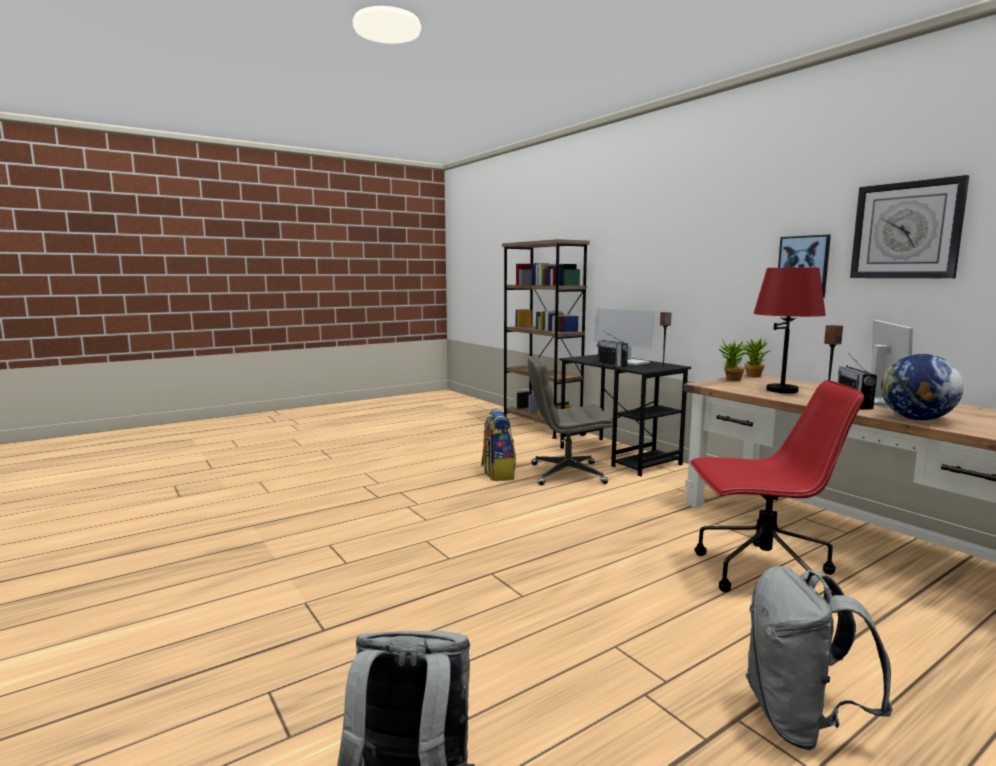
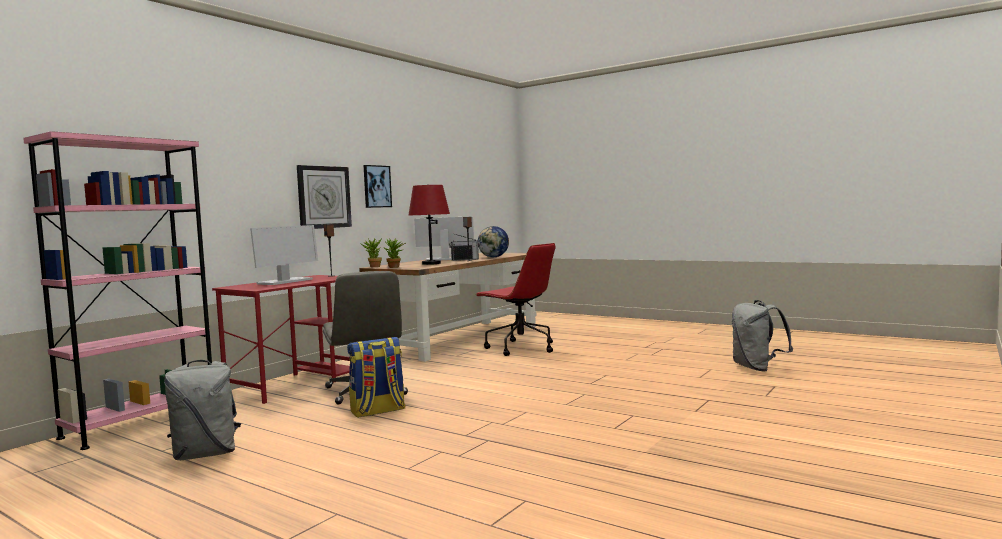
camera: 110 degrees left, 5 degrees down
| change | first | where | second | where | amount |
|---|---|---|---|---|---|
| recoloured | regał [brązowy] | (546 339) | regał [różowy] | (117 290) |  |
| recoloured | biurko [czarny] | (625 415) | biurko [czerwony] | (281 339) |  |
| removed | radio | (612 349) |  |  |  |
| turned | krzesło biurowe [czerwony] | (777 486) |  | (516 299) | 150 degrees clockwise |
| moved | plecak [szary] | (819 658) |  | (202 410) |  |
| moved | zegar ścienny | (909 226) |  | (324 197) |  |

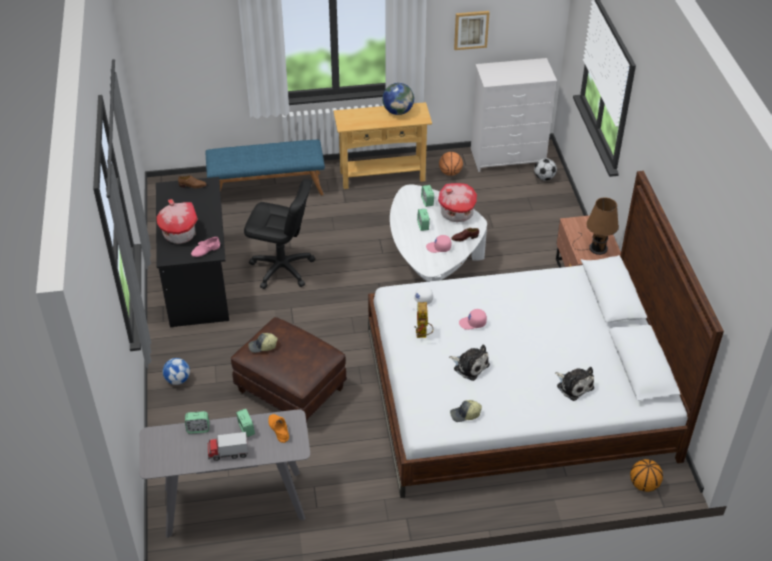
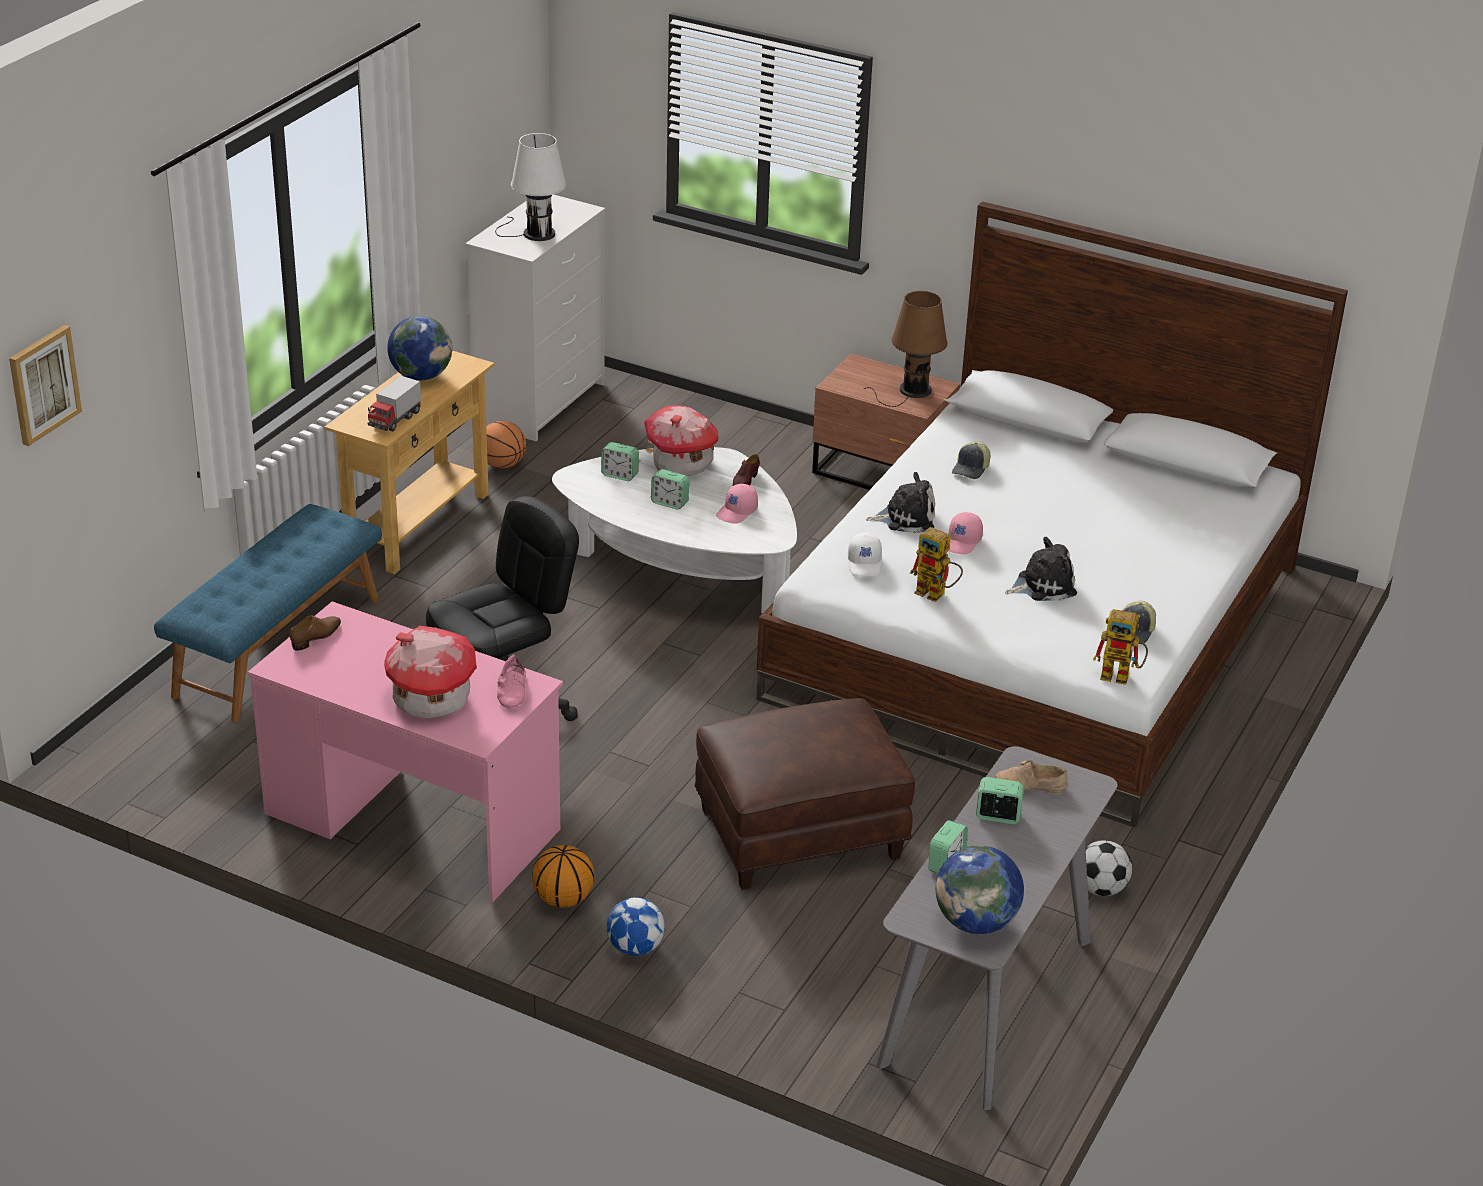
camera: 55 degrees left, 10 degrees down
| change | first | where | second | where | amount |
|---|---|---|---|---|---|
| recoloured | biurko [czarny] | (192 252) | biurko [różowy] | (405 752) |  |
| moved | ciężarówka zabawkowa | (228 446) |  | (394 403) |  |
| moved | czapka z daszkiem | (263 343) |  | (971 460) |  |
| recoloured | but [pomarańczowy] | (278 428) | but [beżowy] | (1031 777) |  |
| moved | obraz | (472 30) |  | (45 385) |  |
| moved | piłka futbolowa | (545 169) |  | (1109 868) |  |
| moved | pluszak | (574 384) |  | (900 502) |  |
| moved | piłka do koszykówki | (646 475) |  | (563 876) |  |
| added |  |  | lampa stołowa [biały] | (530 187) |  |
| added |  |  | globus | (980 889) |  |
| added |  |  | robot zabawkowy | (1120 647) |  |

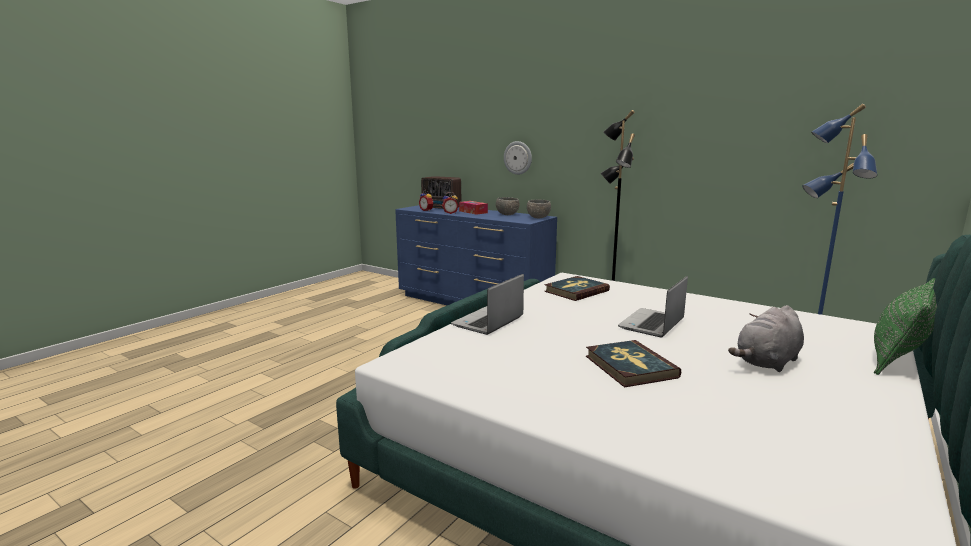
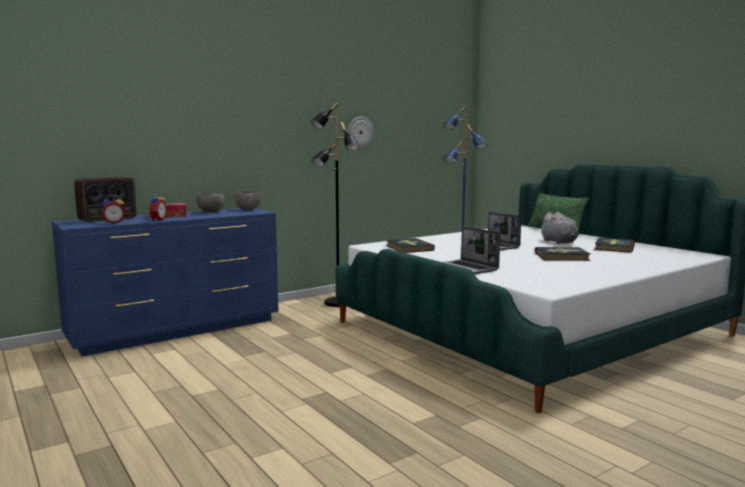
camera: 70 degrees left, 5 degrees down
| change | first | where | second | where | amount |
|---|---|---|---|---|---|
| moved | zegar ścienny | (518 158) |  | (361 132) |  |
| added |  |  | książka | (614 245) |  |

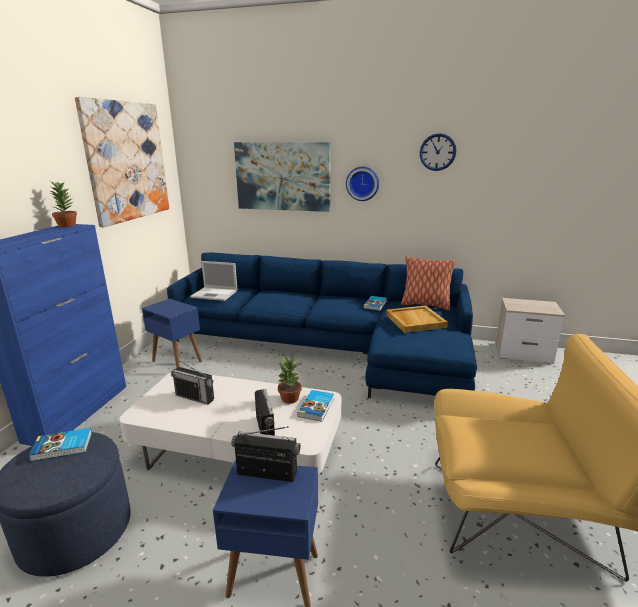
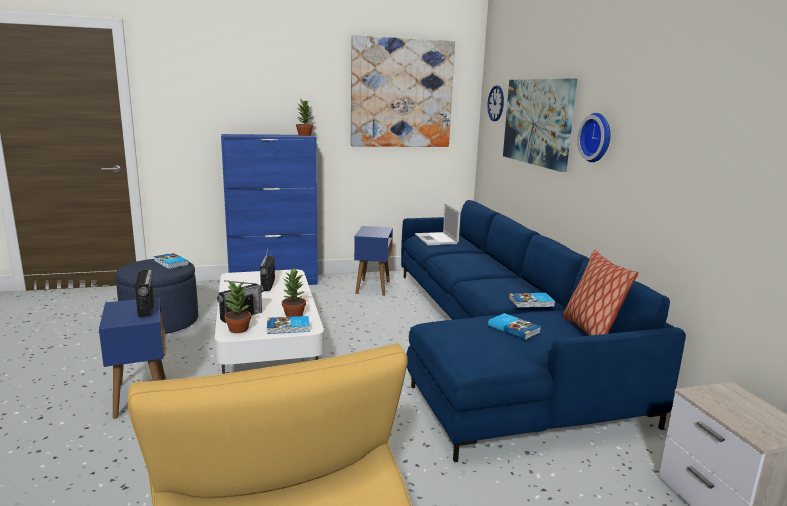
camera: 60 degrees right, 5 degrees down
| change | first | where | second | where | amount |
|---|---|---|---|---|---|
| replaced | taca [beżowy] | (417 319) | książka | (514 326) |  |
| moved | zegar ścienny | (438 152) |  | (495 103) |  |
| added |  |  | roślina doniczkowa | (238 307) |  |

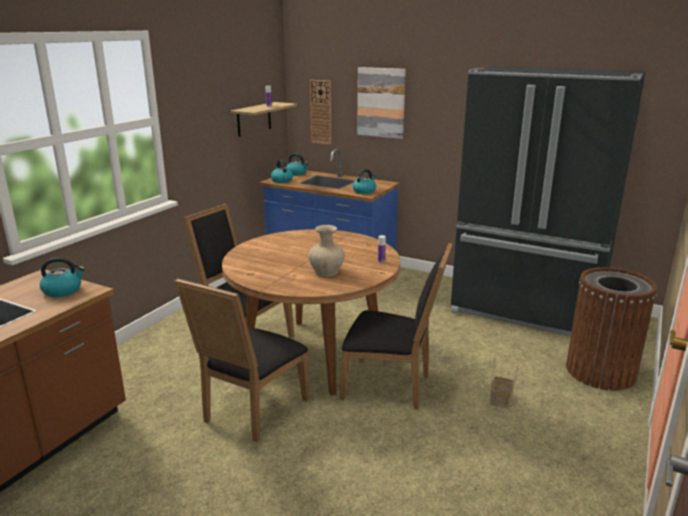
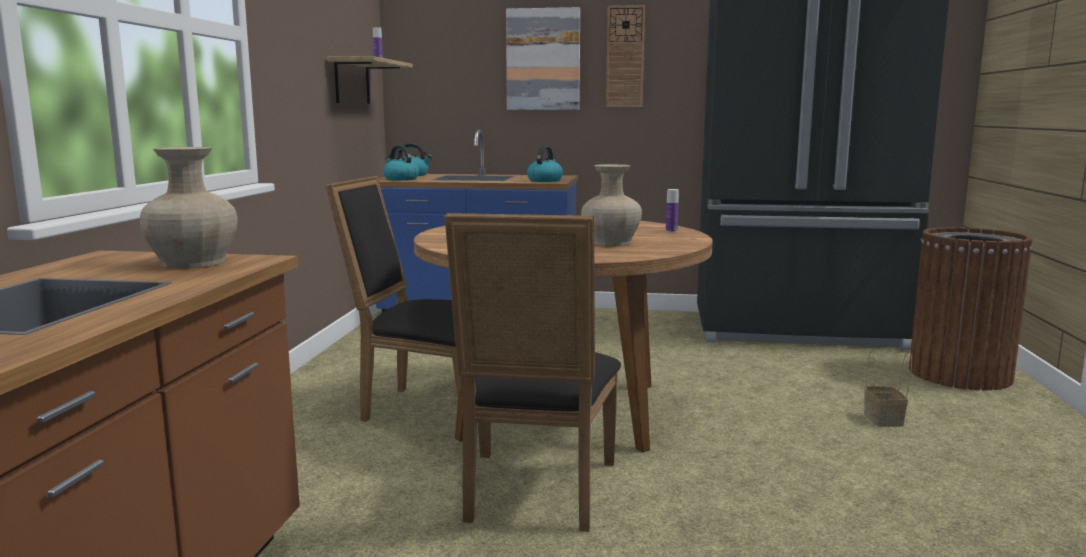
camera: 20 degrees left, 10 degrees down
| change | first | where | second | where | amount |
|---|---|---|---|---|---|
| replaced | czajnik | (62 277) | wazon [beżowy] | (188 208) |  |
| moved | zegar ścienny | (321 112) |  | (625 56) |  |
| removed | krzesło [czarny] | (396 326) |  |  |  |

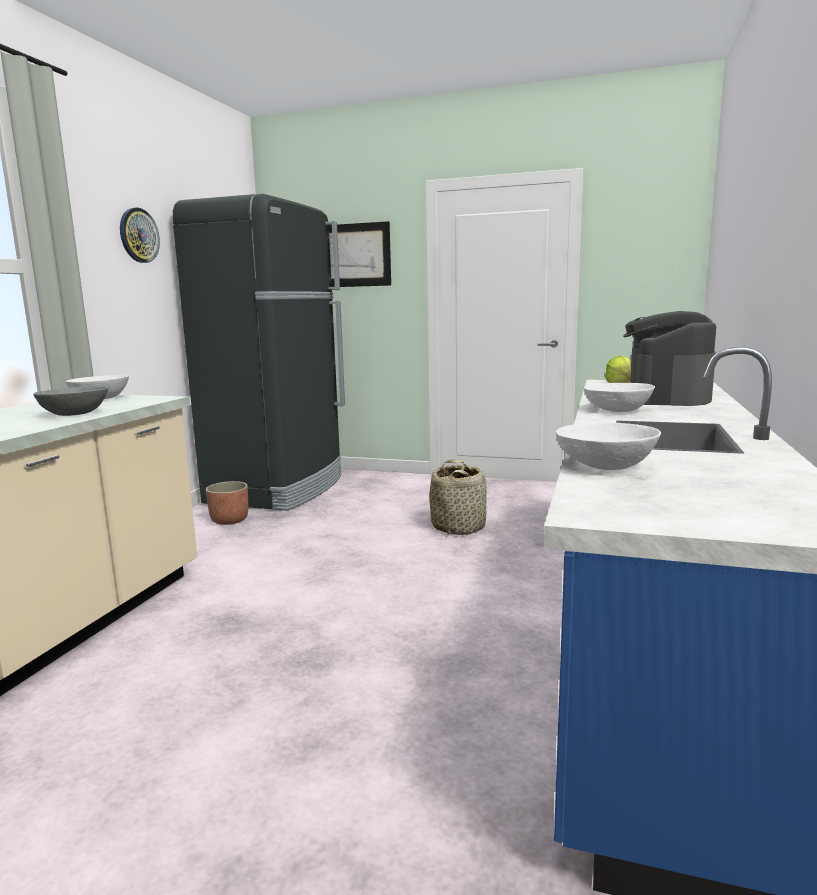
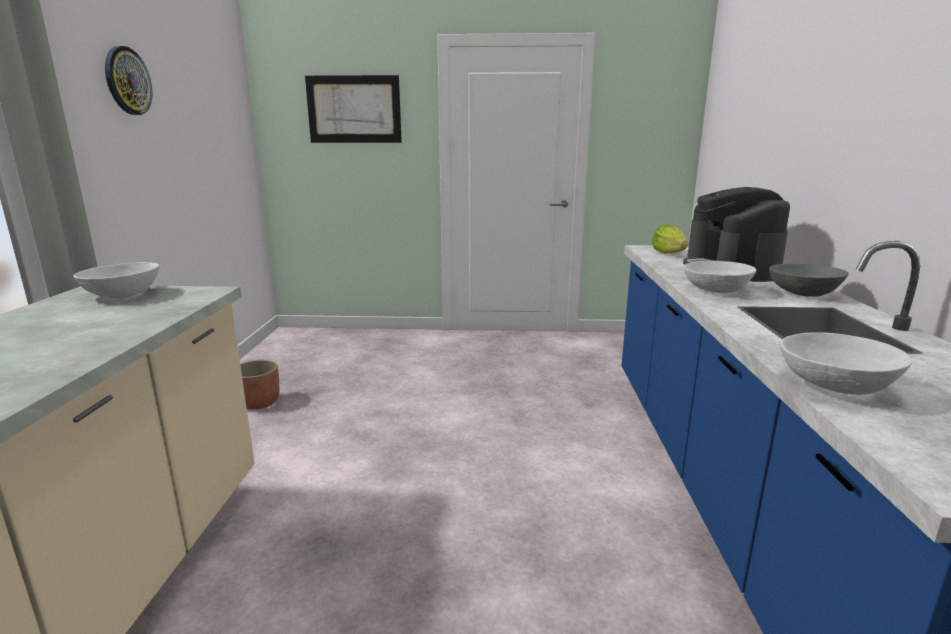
camera: 15 degrees left, 5 degrees up
| change | first | where | second | where | amount |
|---|---|---|---|---|---|
| moved | miska [szary] | (70 401) |  | (809 280) |  |
| removed | lodówka [czarny] | (259 352) |  |  |  |
| removed | koszyk | (458 497) |  |  |  |

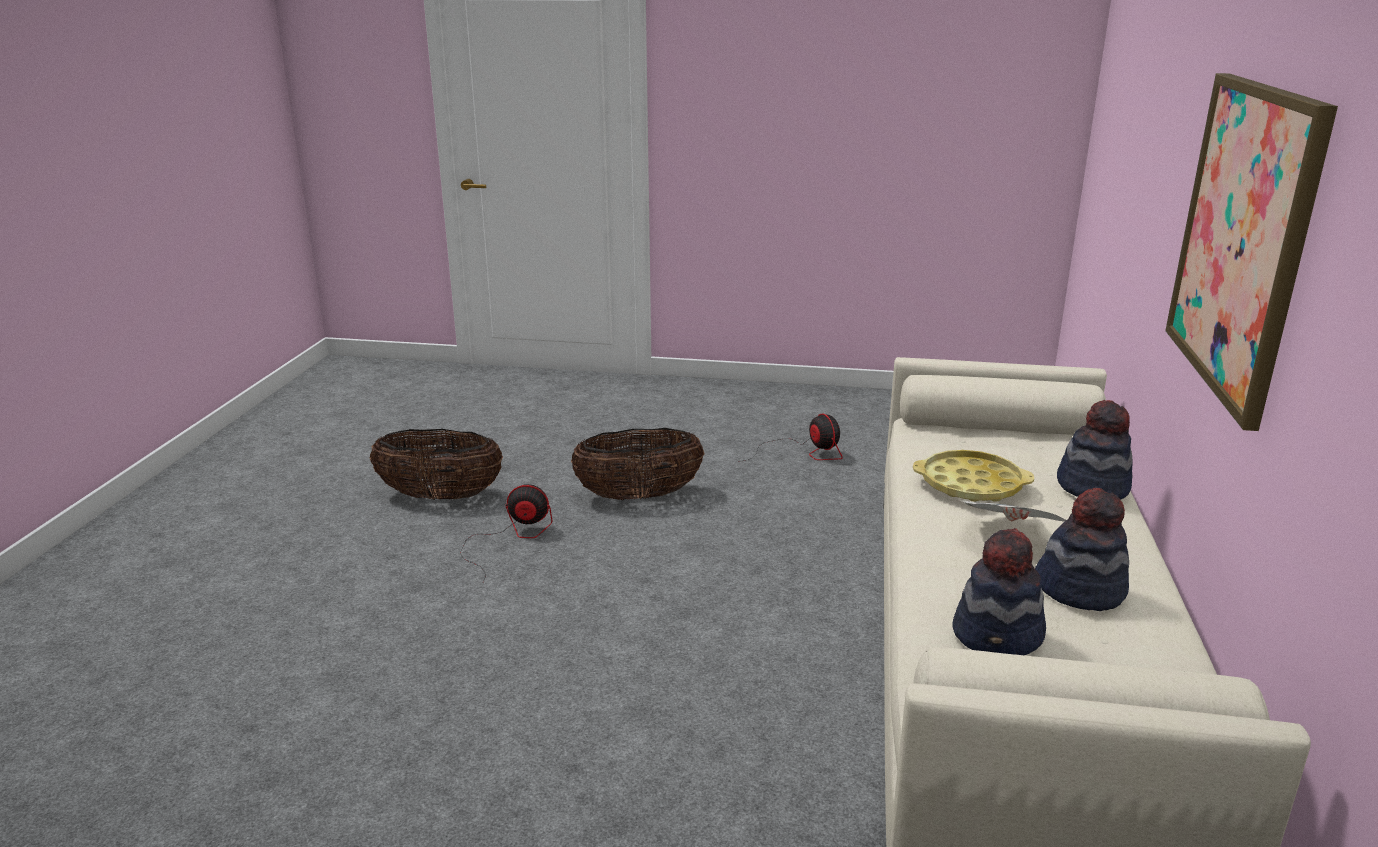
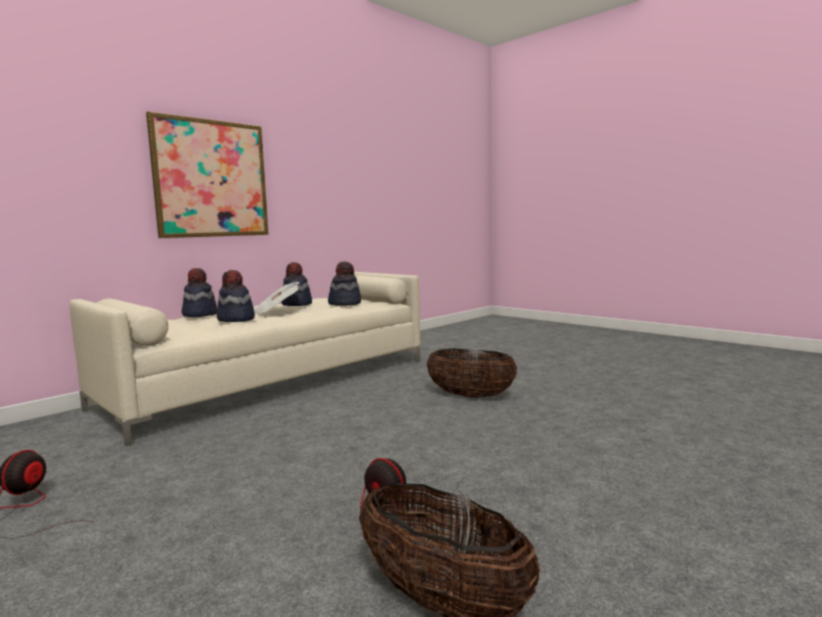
camera: 145 degrees left, 15 degrees down
| change | first | where | second | where | amount |
|---|---|---|---|---|---|
| moved | koszyk | (637 464) |  | (471 373) |  |
| replaced | taca [żółty] | (973 476) | kapelusz | (236 296) |  |

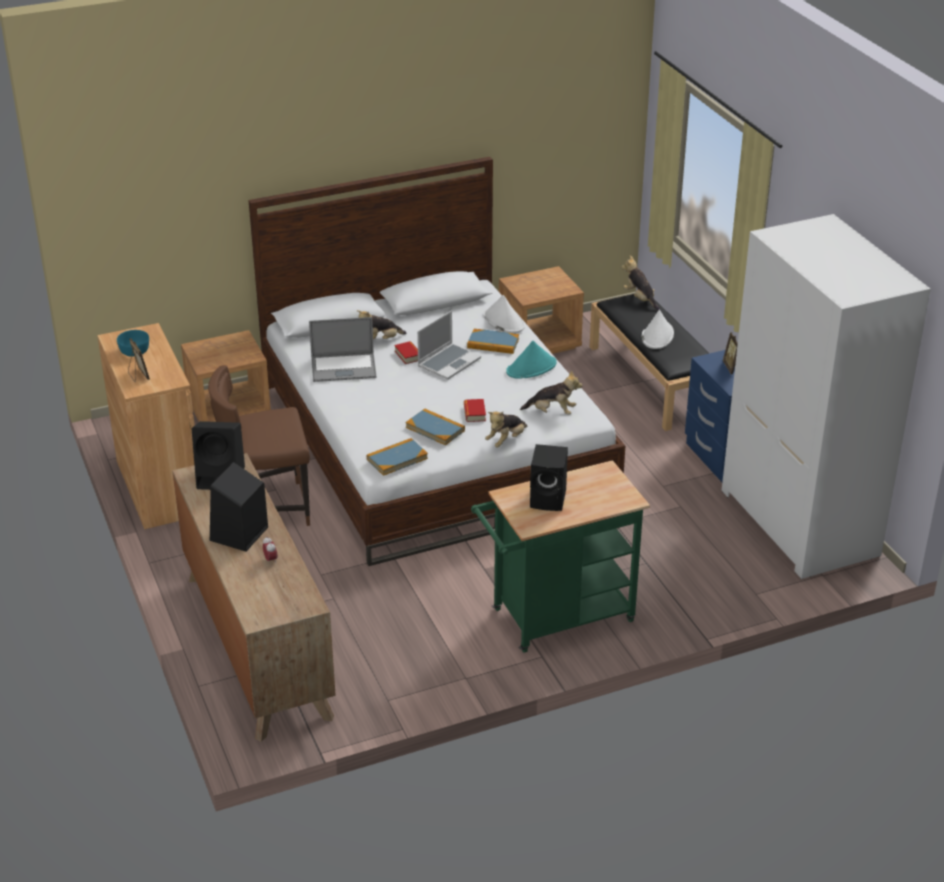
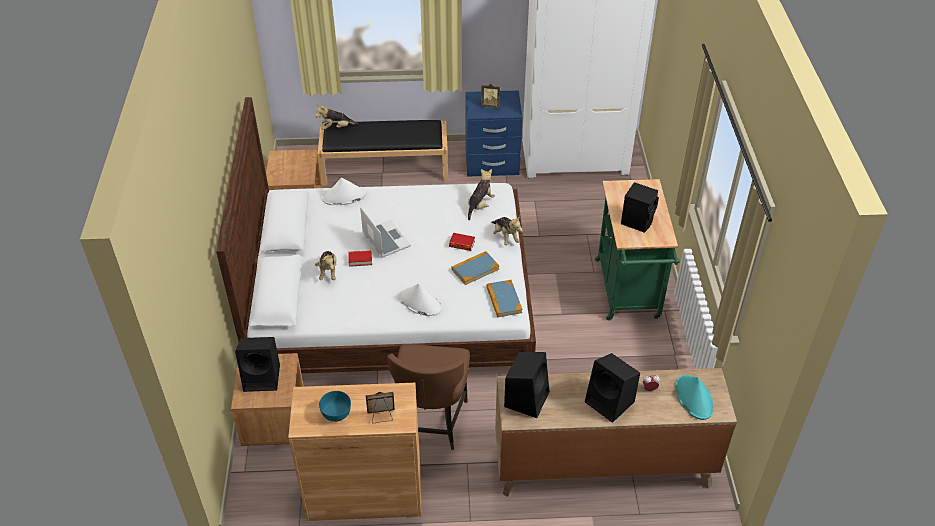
camera: 70 degrees left, 10 degrees up
| change | first | where | second | where | amount |
|---|---|---|---|---|---|
| removed | laptop | (342 349) |  |  |  |
| removed | książka | (493 341) |  |  |  |
| moved | kapelusz [turkusowy] | (531 360) |  | (694 397) |  |
| moved | kapelusz [biały] | (658 329) |  | (421 299) |  |
| added |  |  | głośnik [czarny] | (257 364) |  |

